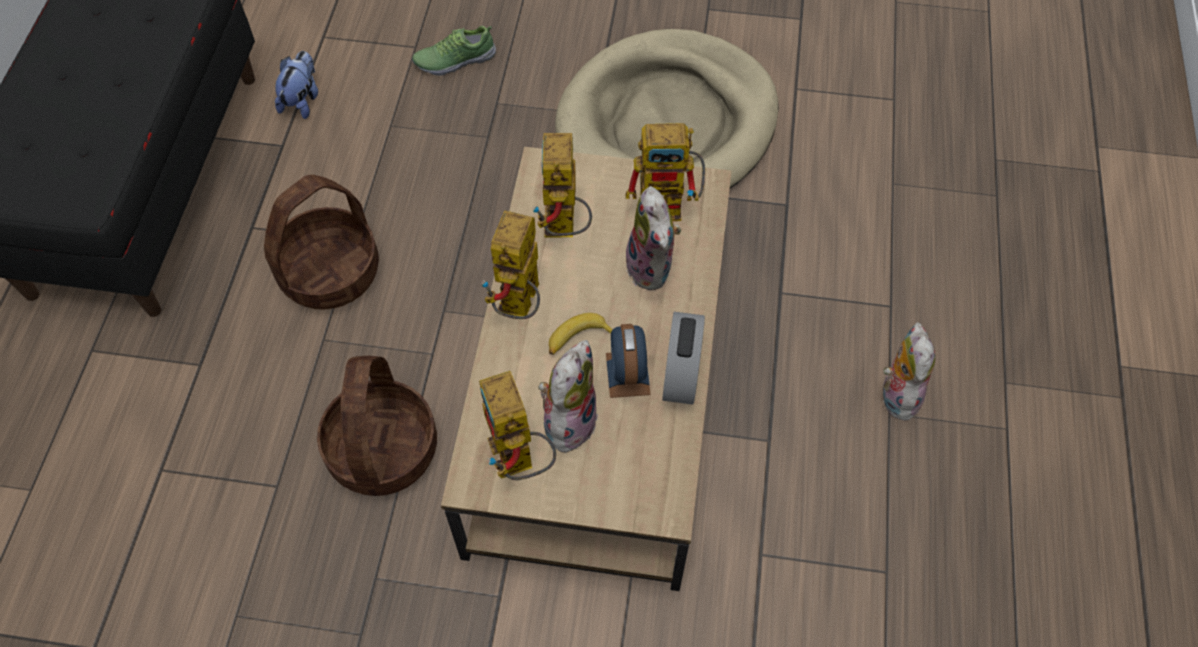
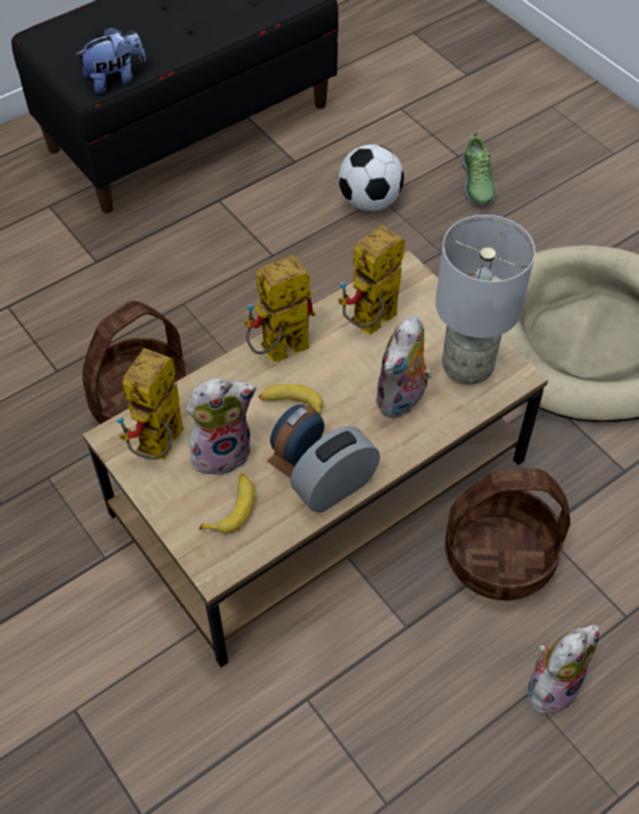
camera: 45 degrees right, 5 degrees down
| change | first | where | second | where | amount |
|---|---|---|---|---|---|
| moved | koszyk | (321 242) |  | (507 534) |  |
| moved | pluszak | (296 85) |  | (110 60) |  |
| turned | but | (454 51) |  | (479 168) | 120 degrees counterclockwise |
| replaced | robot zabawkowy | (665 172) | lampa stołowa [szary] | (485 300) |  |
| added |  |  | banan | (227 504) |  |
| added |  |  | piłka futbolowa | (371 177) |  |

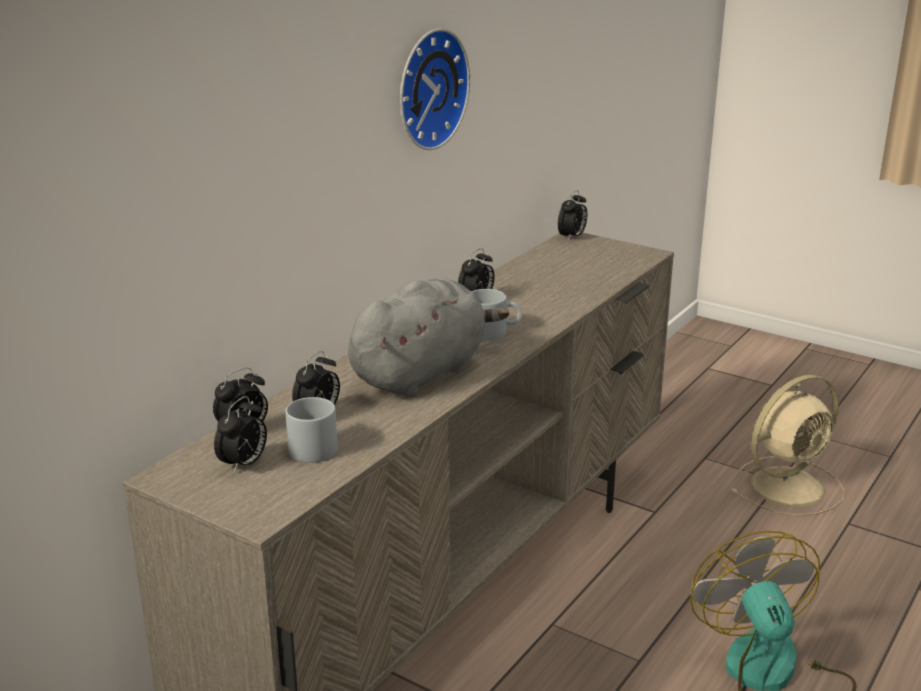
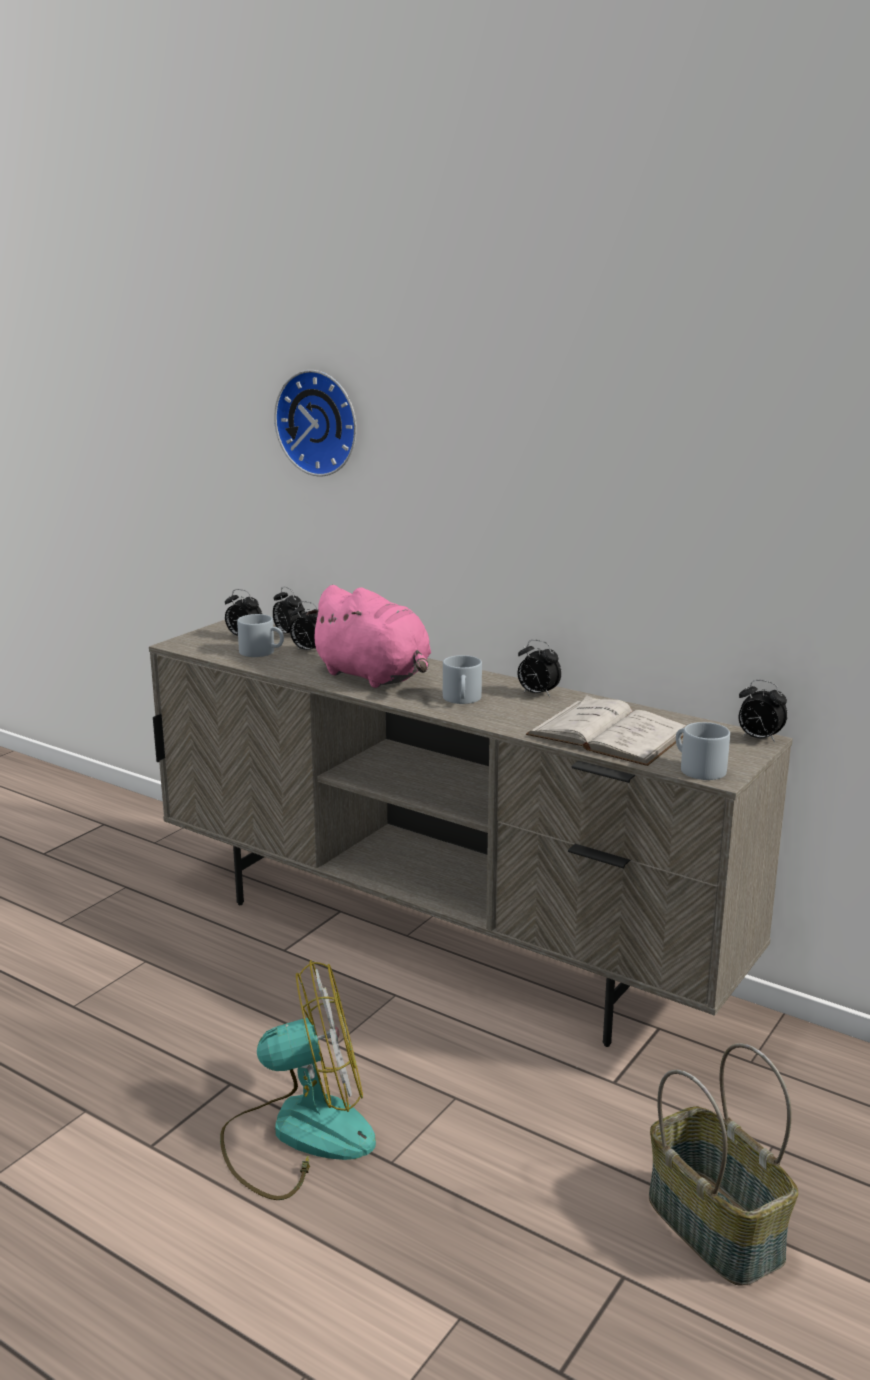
camera: 90 degrees right, 5 degrees down
| change | first | where | second | where | amount |
|---|---|---|---|---|---|
| recoloured | pluszak [szary] | (428 337) | pluszak [różowy] | (368 636) |  |
| moved | zegar ścienny | (435 89) |  | (315 423) |  |
| replaced | wentylator [beżowy] | (787 445) | koszyk | (723 1164) |  |
| added |  |  | książka [biały] | (606 730) |  |
| added |  |  | kubek [szary] | (703 751) |  |

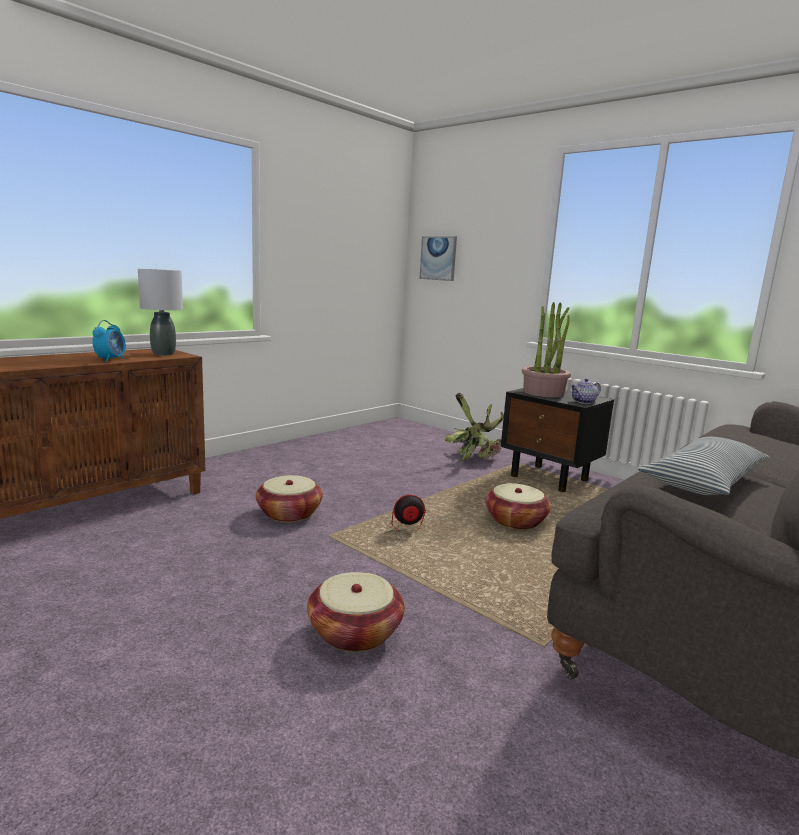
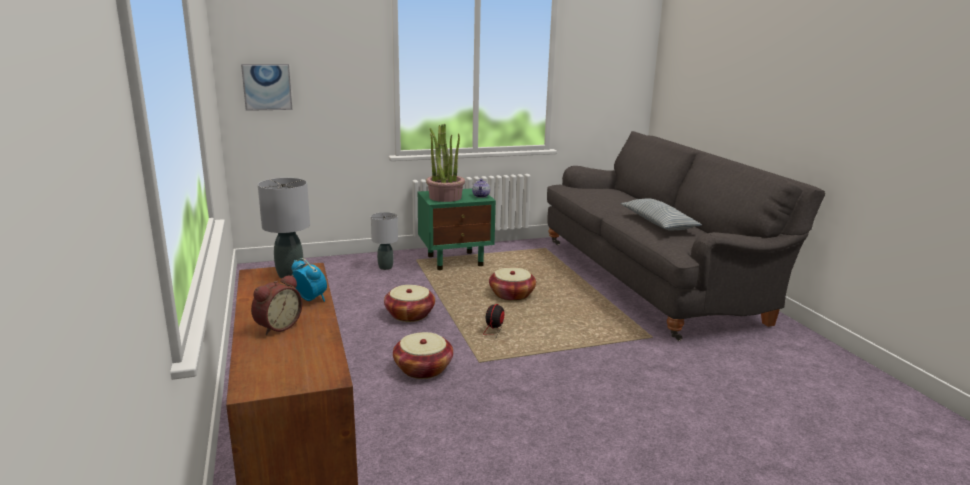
camera: 60 degrees left, 5 degrees up
| change | first | where | second | where | amount |
|---|---|---|---|---|---|
| moved | koszyk | (355 612) |  | (409 303) |  |
| replaced | roślina doniczkowa | (474 427) | lampa stołowa [szary] | (384 241) |  |
| recoloured | szafka nocna [czarny] | (557 440) | szafka nocna [zielony] | (456 229) |  |
| added |  |  | budzik | (276 305) |  |

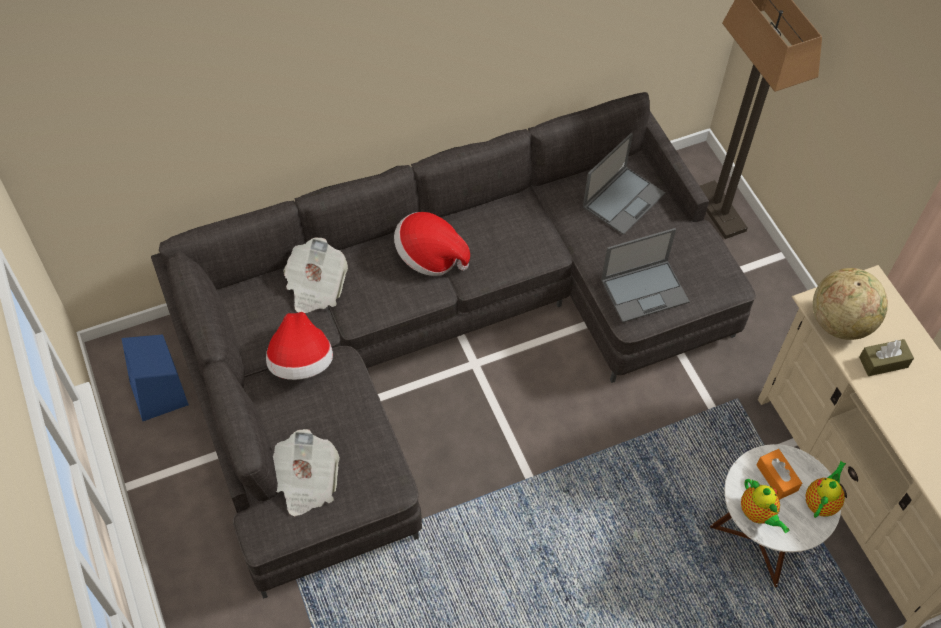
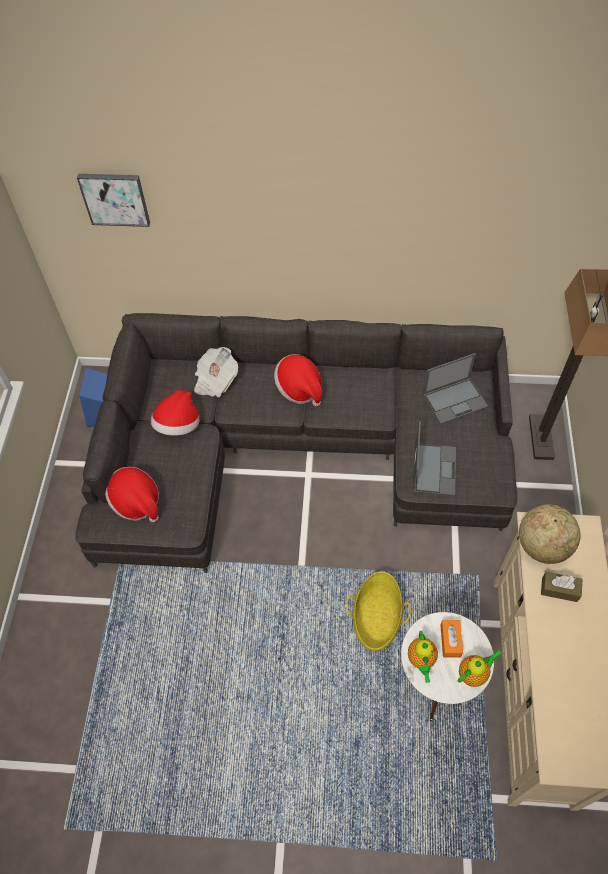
camera: 30 degrees right, 0 degrees up
| change | first | where | second | where | amount |
|---|---|---|---|---|---|
| replaced | gazeta | (306 472) | kapelusz | (132 494) |  |
| turned | laptop | (645 275) |  | (434 458) | 90 degrees counterclockwise |
| added |  |  | obraz | (113 200) |  |
| added |  |  | koszyk | (378 611) |  |

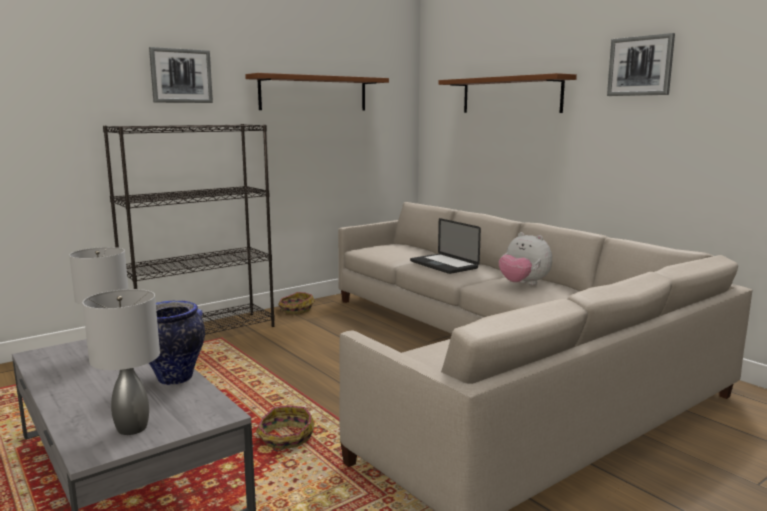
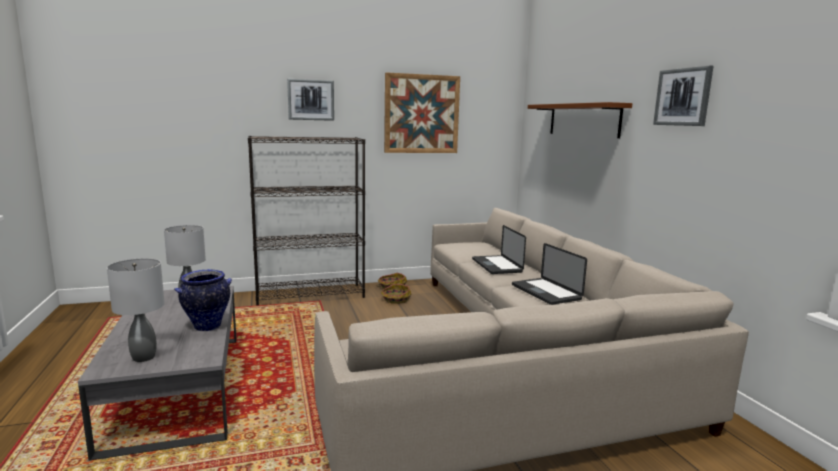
camera: 20 degrees right, 0 degrees up
| change | first | where | second | where | amount |
|---|---|---|---|---|---|
| replaced | półka [brązowy] | (317 91) | obraz | (422 112) |  |
| moved | koszyk | (285 428) |  | (396 294) |  |
| replaced | pluszak | (525 258) | laptop | (549 274) |  |

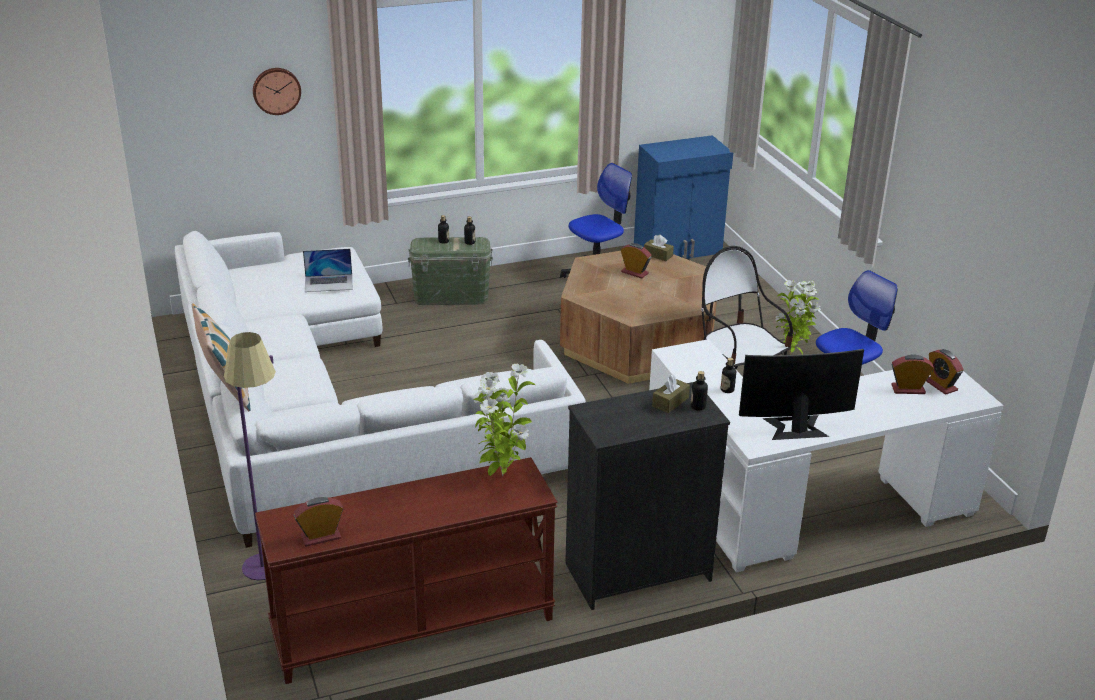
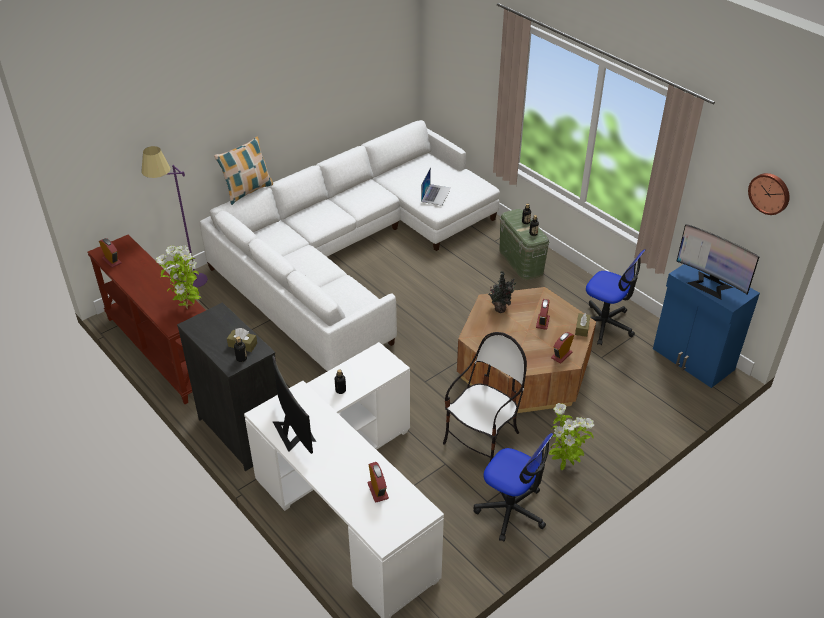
camera: 70 degrees right, 10 degrees up
| change | first | where | second | where | amount |
|---|---|---|---|---|---|
| moved | zegar ścienny | (277 91) |  | (769 194) |  |
| turned | laptop | (327 270) |  | (436 186) | 135 degrees counterclockwise |
| moved | budzik | (945 372) |  | (562 348) |  |
| added |  |  | roślina doniczkowa | (502 292) |  |
| added |  |  | monitor | (717 261) |  |

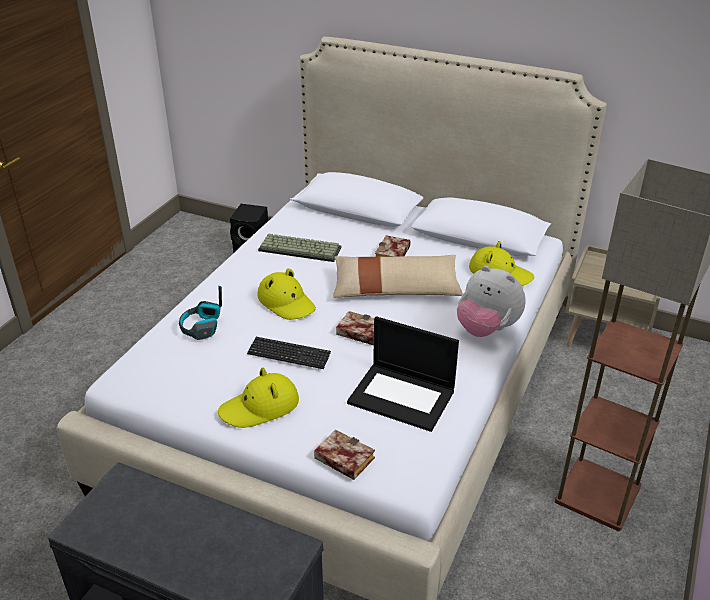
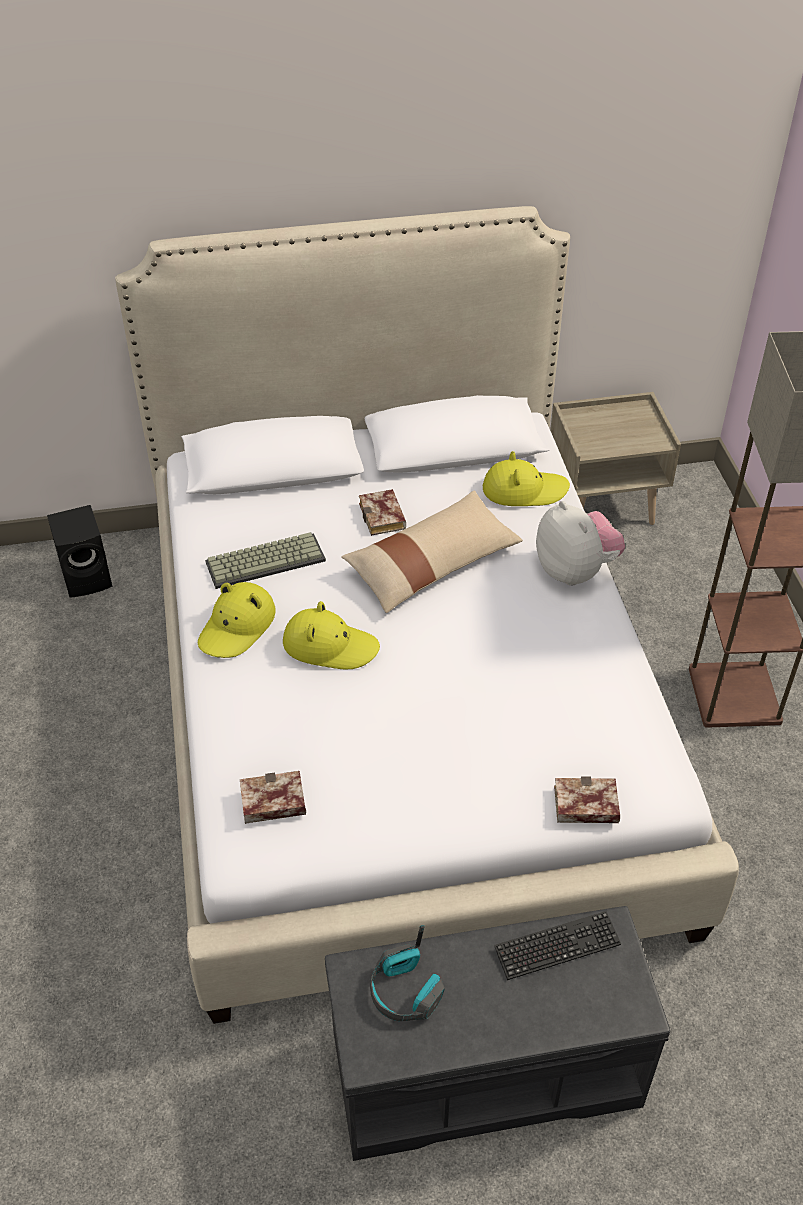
camera: 35 degrees left, 10 degrees up
| change | first | where | second | where | amount |
|---|---|---|---|---|---|
| moved | słuchawki | (200 313) |  | (407 973) |  |
| moved | kapelusz [żółty] | (258 398) |  | (237 620) |  |
| moved | klawiatura | (289 353) |  | (557 945) |  |
| moved | książka | (355 328) |  | (273 797) |  |
| removed | laptop | (403 374) |  |  |  |
| turned | pluszak | (491 301) |  | (580 543) | 120 degrees counterclockwise |

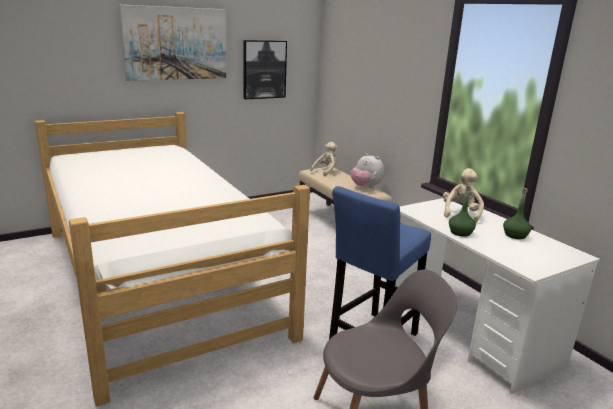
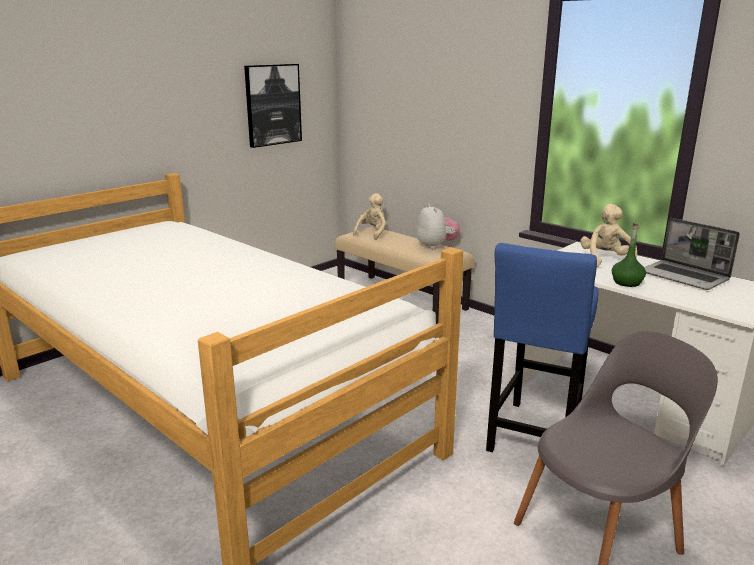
camera: 15 degrees left, 0 degrees up
| change | first | where | second | where | amount |
|---|---|---|---|---|---|
| removed | obraz | (173 43) |  |  |  |
| turned | pluszak | (368 170) |  | (438 226) | 135 degrees counterclockwise |
| replaced | butelka [zielony] | (517 213) | laptop | (692 254) |  |

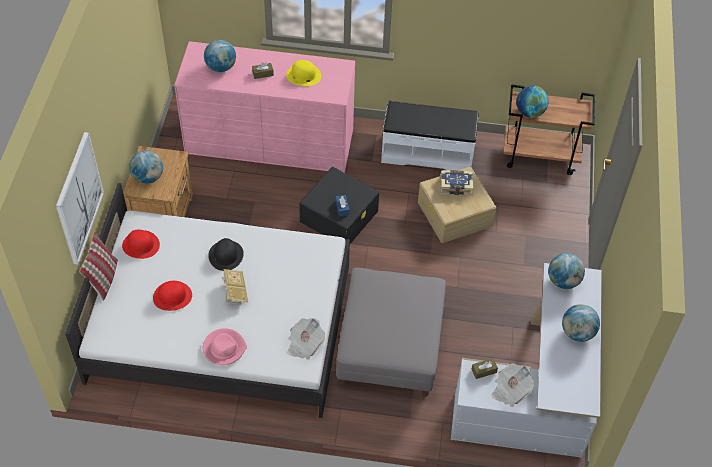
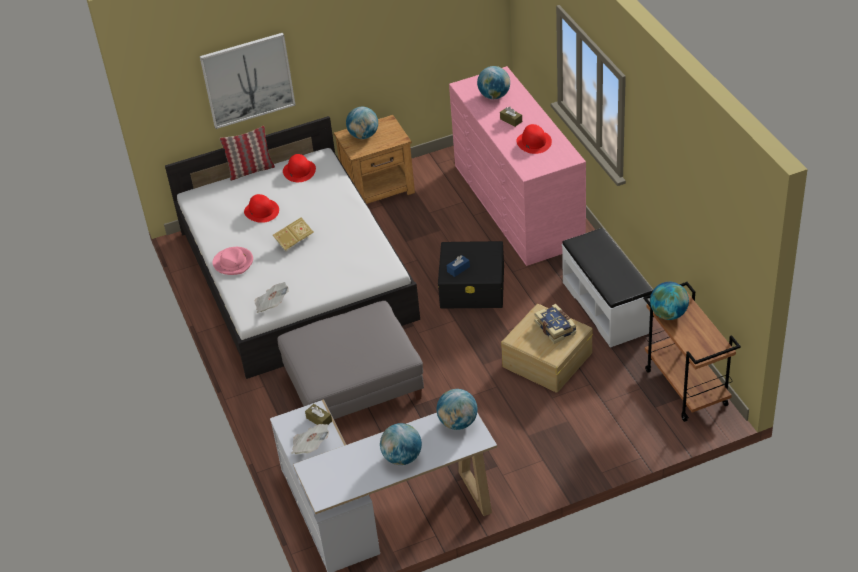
camera: 65 degrees right, 10 degrees down
| change | first | where | second | where | amount |
|---|---|---|---|---|---|
| removed | kapelusz [czarny] | (226 254) |  |  |  |
| recoloured | kapelusz [żółty] | (303 73) | kapelusz [czerwony] | (534 139) |  |

